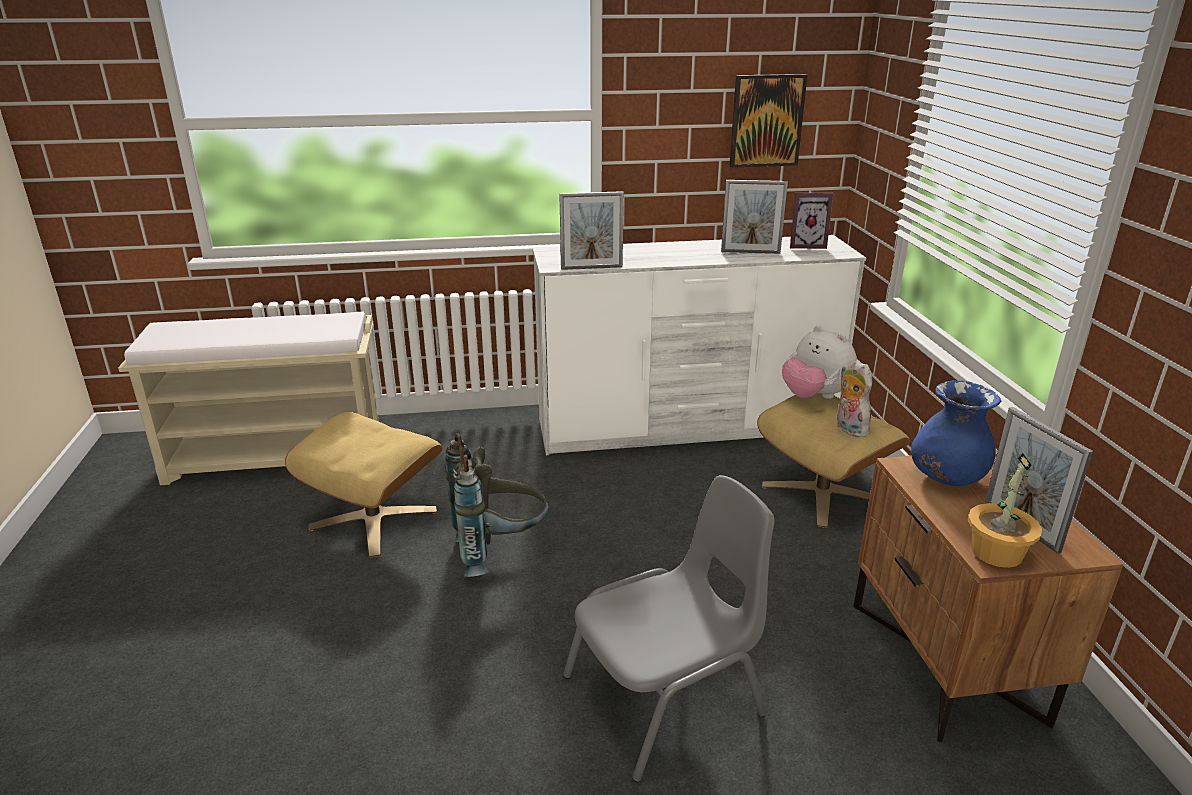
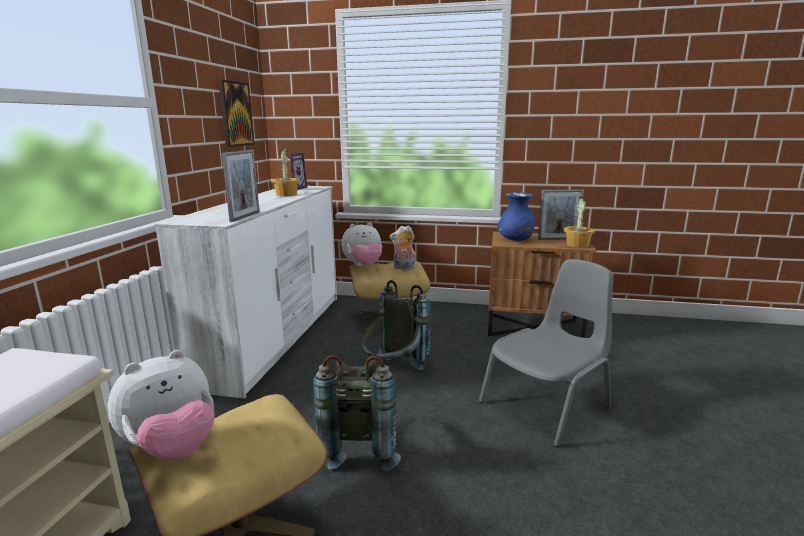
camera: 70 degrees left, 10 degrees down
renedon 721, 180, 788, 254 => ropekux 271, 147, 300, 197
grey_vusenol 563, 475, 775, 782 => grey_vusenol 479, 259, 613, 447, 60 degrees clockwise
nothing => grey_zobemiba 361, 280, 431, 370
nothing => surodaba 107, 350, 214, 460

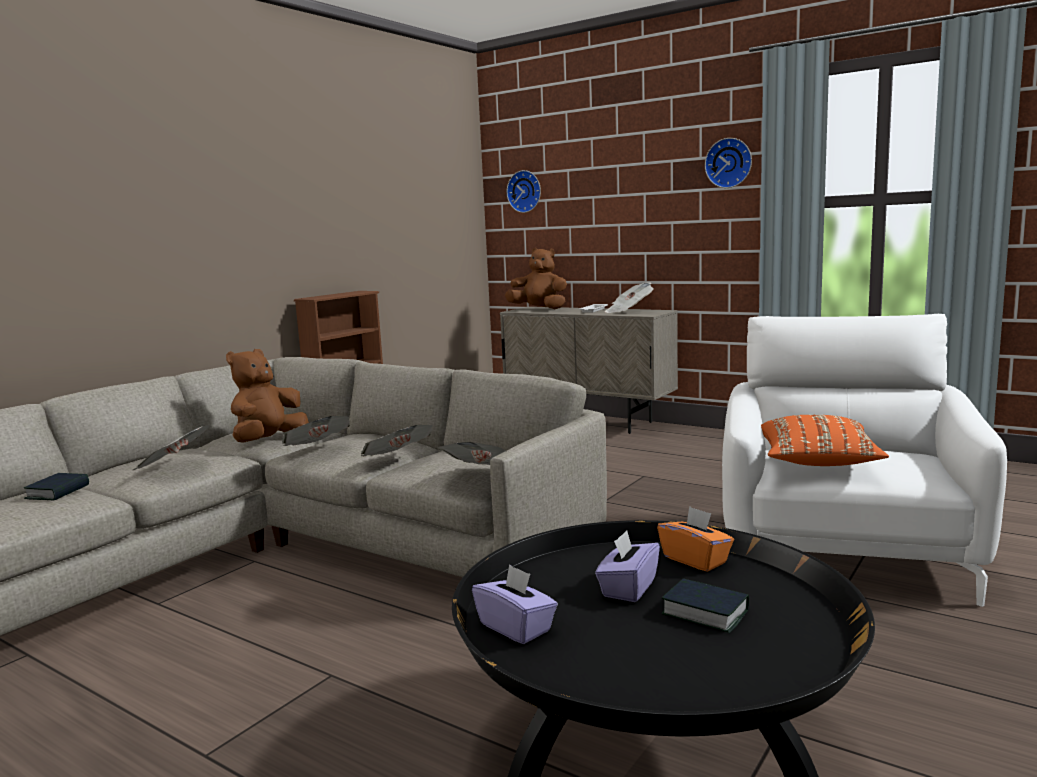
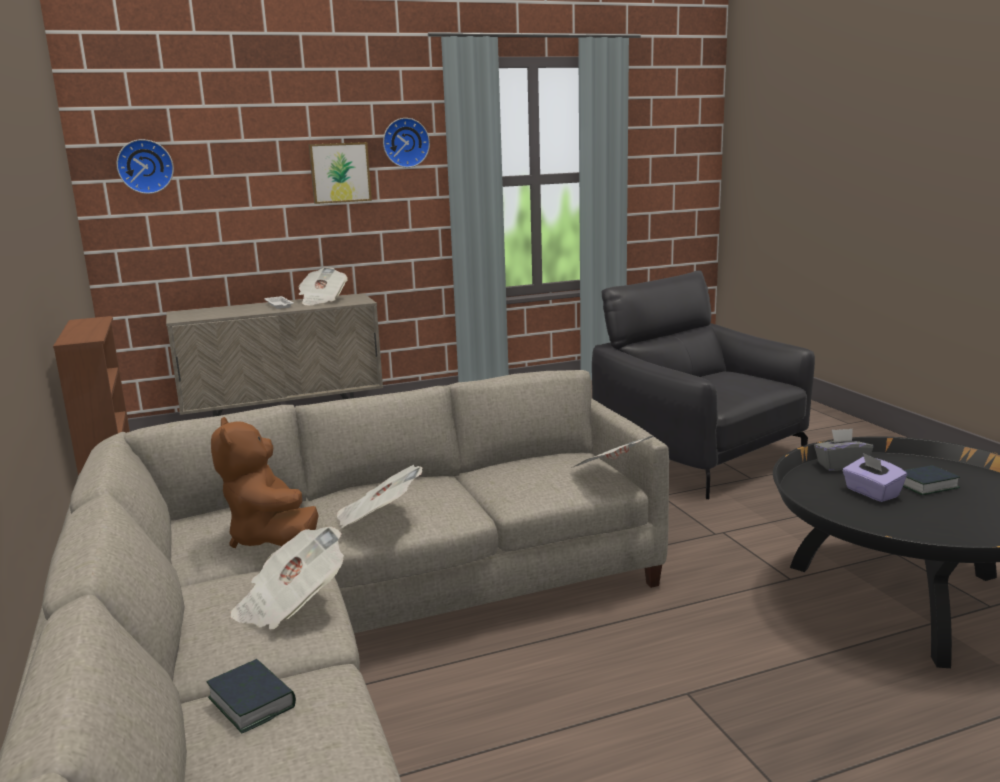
camera: 55 degrees left, 5 degrees up
brown_surodaba 505, 248, 567, 309 => nothing
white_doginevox 722, 314, 1007, 607 => black_doginevox 592, 270, 815, 499
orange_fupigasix 761, 415, 889, 466 => nothing
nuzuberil 361, 424, 433, 456 => nothing
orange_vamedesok 657, 506, 734, 572 => grey_vamedesok 814, 429, 873, 471
purple_vamedesok 472, 564, 558, 644 => nothing
nothing => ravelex 309, 142, 372, 204

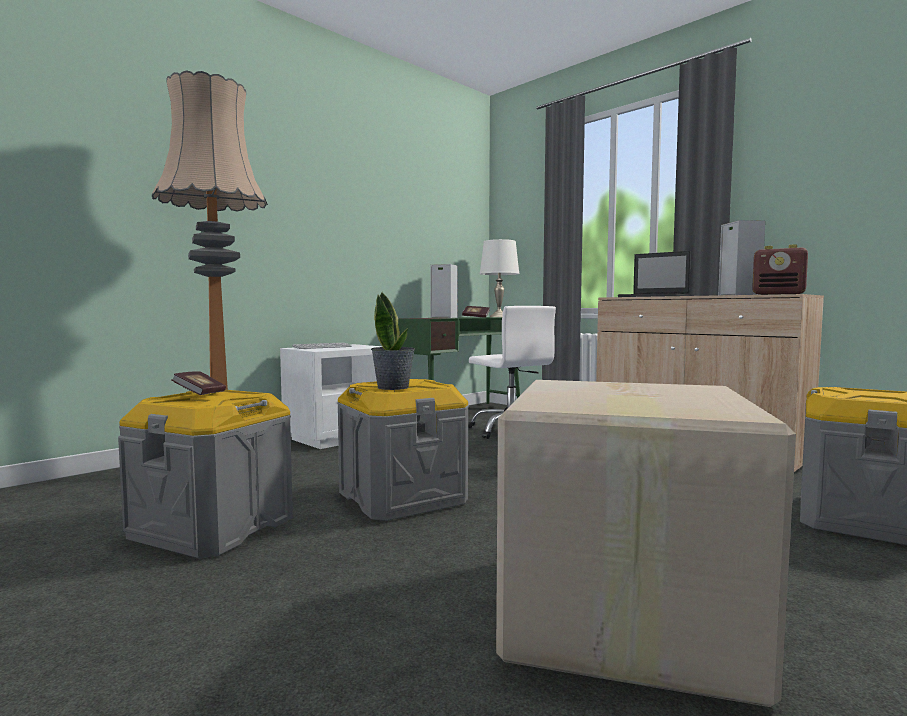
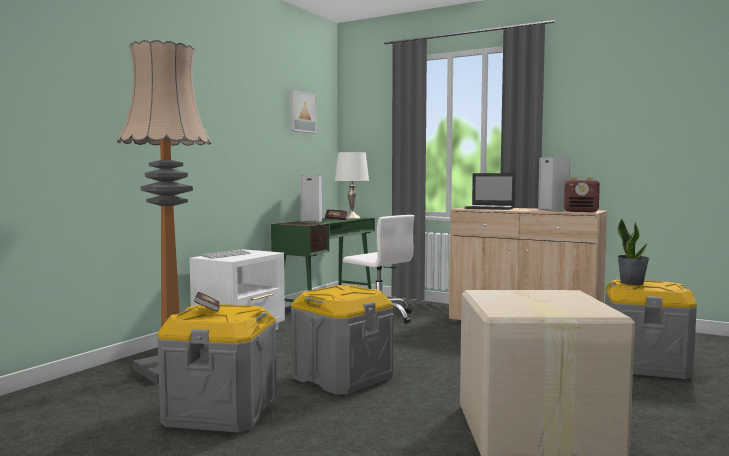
camera: 15 degrees left, 0 degrees up
ropekux 371, 292, 415, 390 => ropekux 617, 219, 649, 285, shifted
nothing => ravelex 289, 90, 317, 133

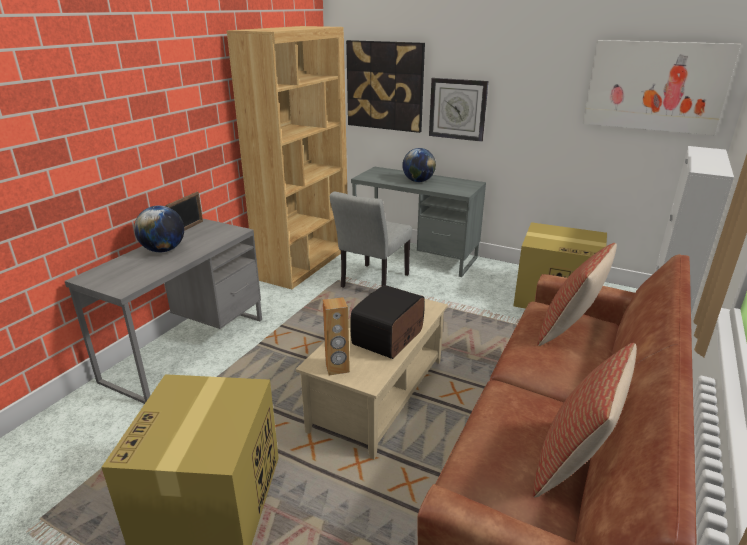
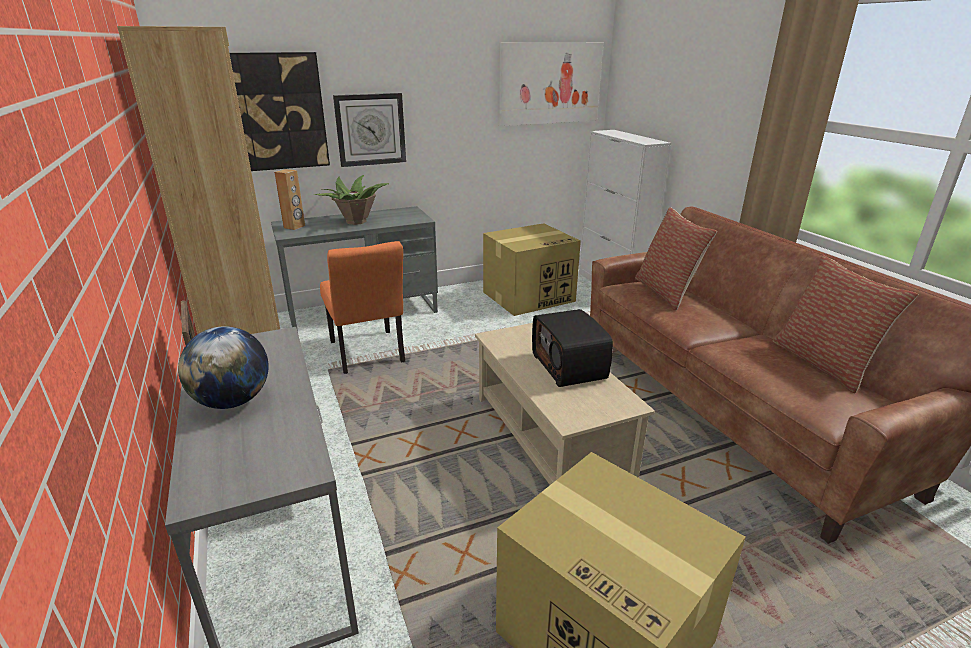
camera: 50 degrees left, 0 degrees up
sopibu 402, 148, 436, 182 => ropekux 313, 175, 389, 225
grey_vusenol 330, 192, 412, 287 => orange_vusenol 320, 241, 405, 374
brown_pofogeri 323, 297, 350, 376 => brown_pofogeri 274, 169, 305, 230, shifted

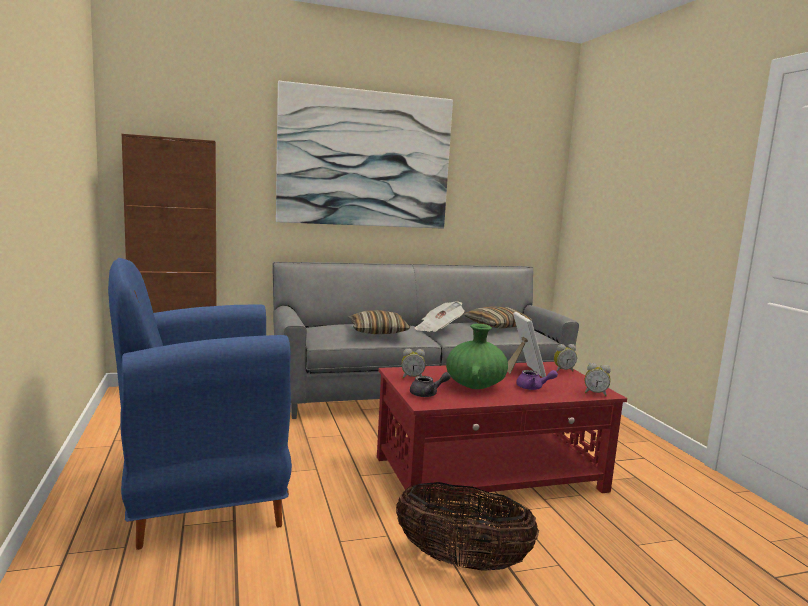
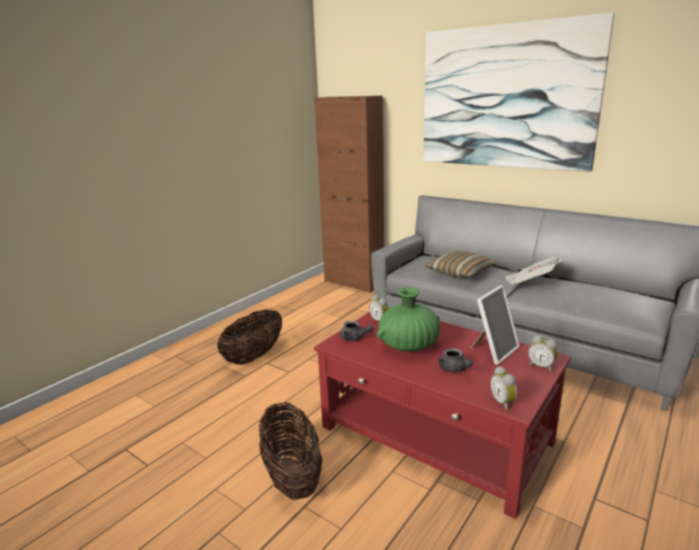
camera: 55 degrees right, 10 degrees up
blue_doginevox 108, 258, 292, 550 => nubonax 217, 309, 282, 365
fupigasix 463, 306, 533, 328 => nothing
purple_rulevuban 516, 370, 558, 390 => grey_rulevuban 438, 348, 472, 372

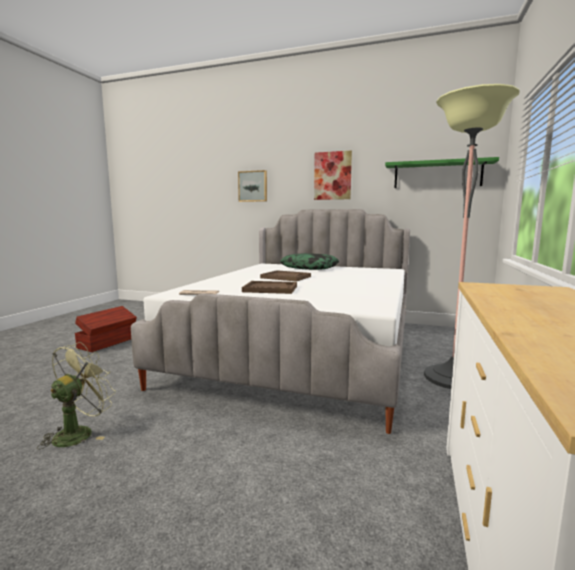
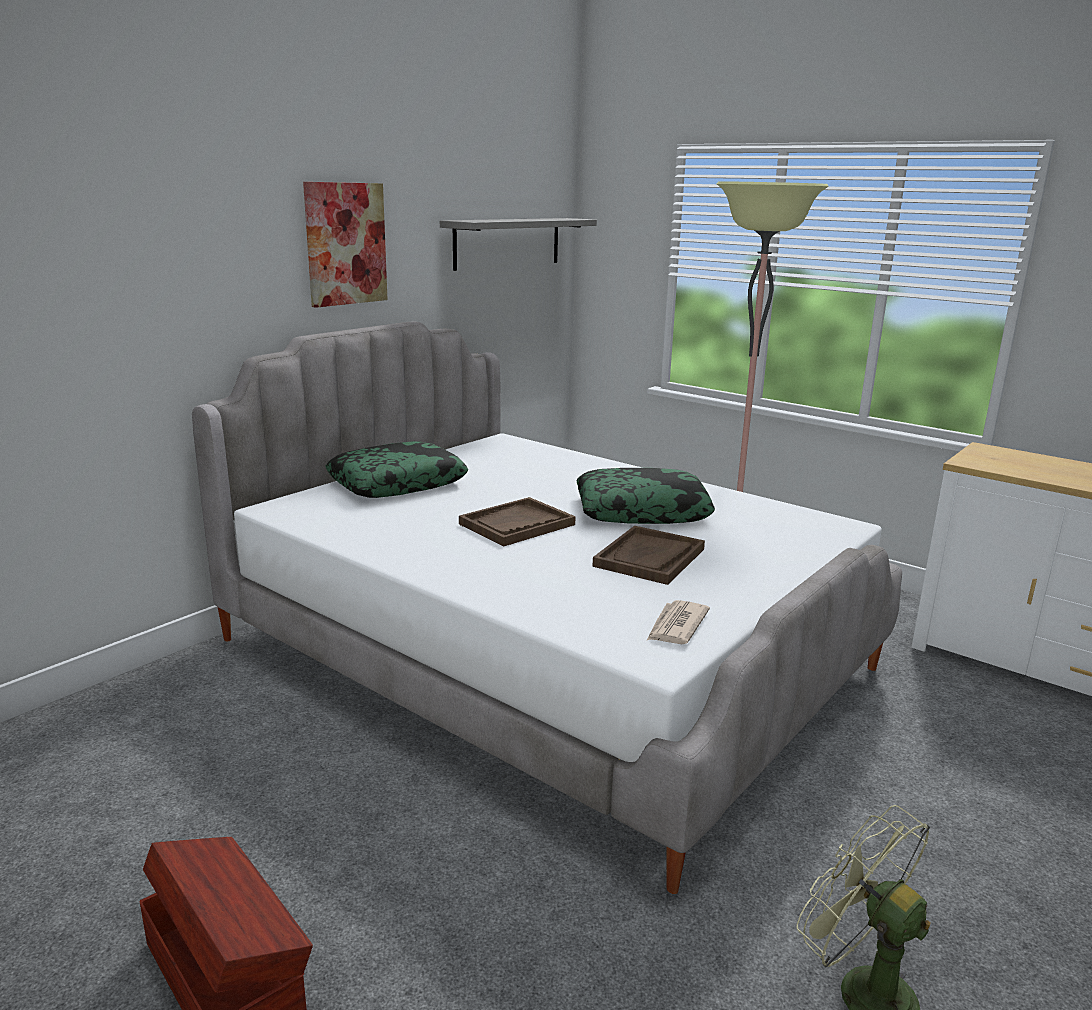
camera: 70 degrees left, 10 degrees up
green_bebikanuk 385, 157, 499, 188 => grey_bebikanuk 440, 218, 597, 271
ravelex 238, 170, 267, 202 => nothing
nothing => fupigasix 577, 468, 715, 524

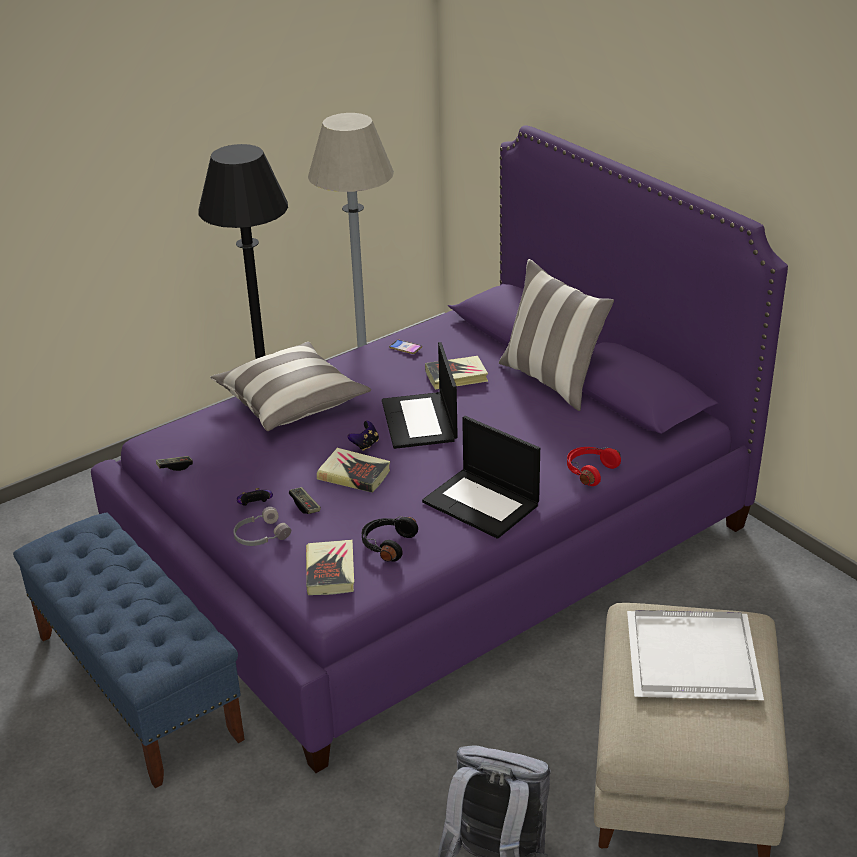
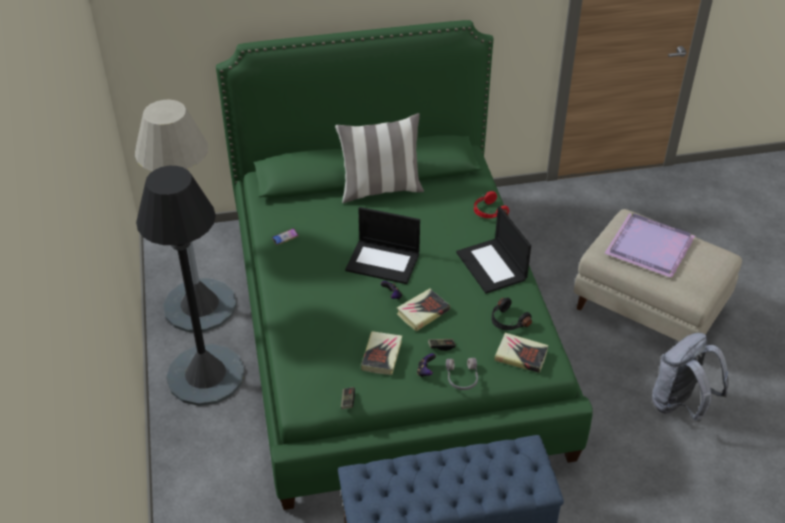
camera: 65 degrees left, 10 degrees up
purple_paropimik 91, 125, 788, 773 => green_paropimik 216, 20, 593, 510
fupigasix 210, 342, 371, 431 => nothing
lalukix 425, 356, 488, 390 => lalukix 361, 331, 402, 375, shifted
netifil 422, 416, 540, 539 => netifil 456, 206, 531, 294, 90 degrees clockwise
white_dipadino 627, 610, 764, 700 => purple_dipadino 605, 213, 695, 278

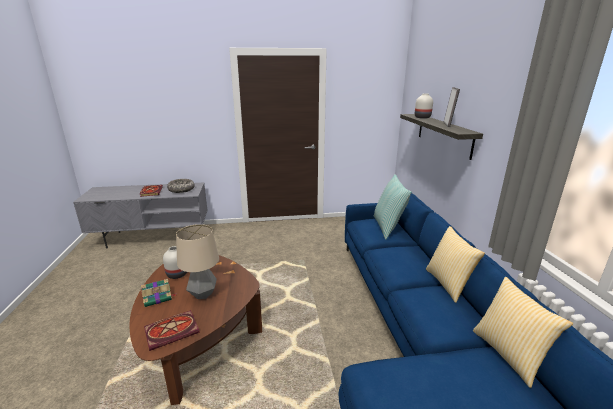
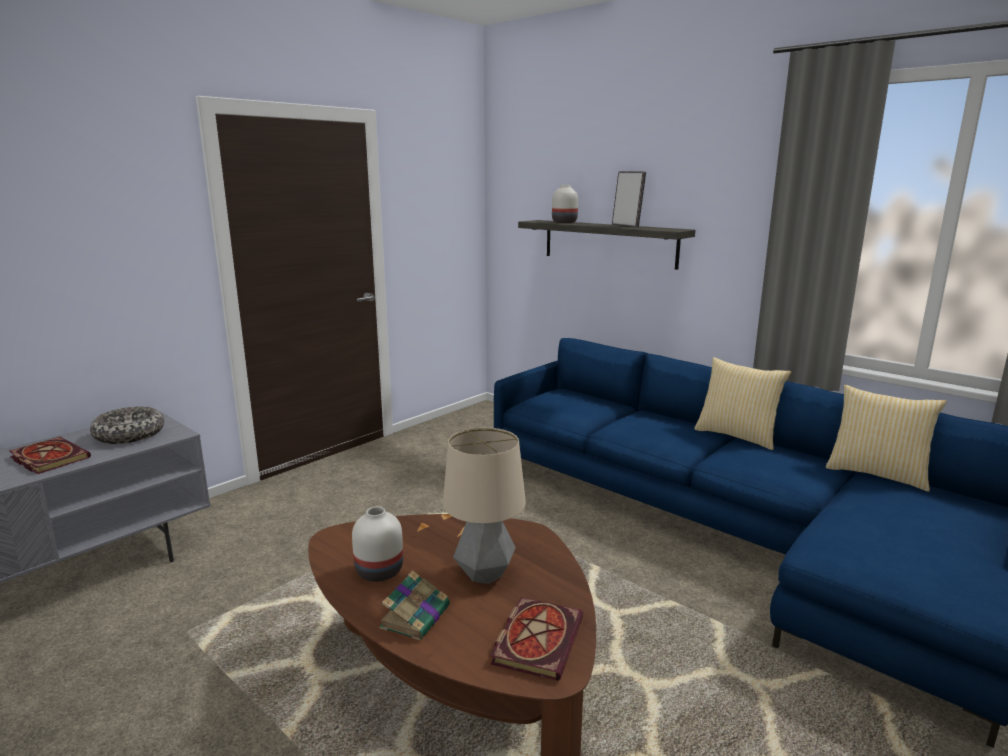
camera: 40 degrees left, 5 degrees down
fupigasix 374, 174, 412, 240 => nothing

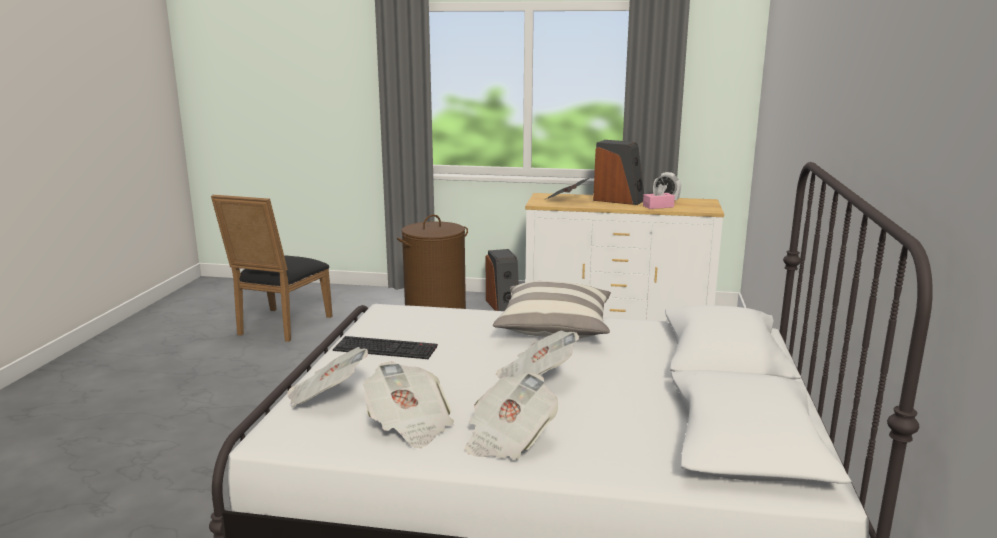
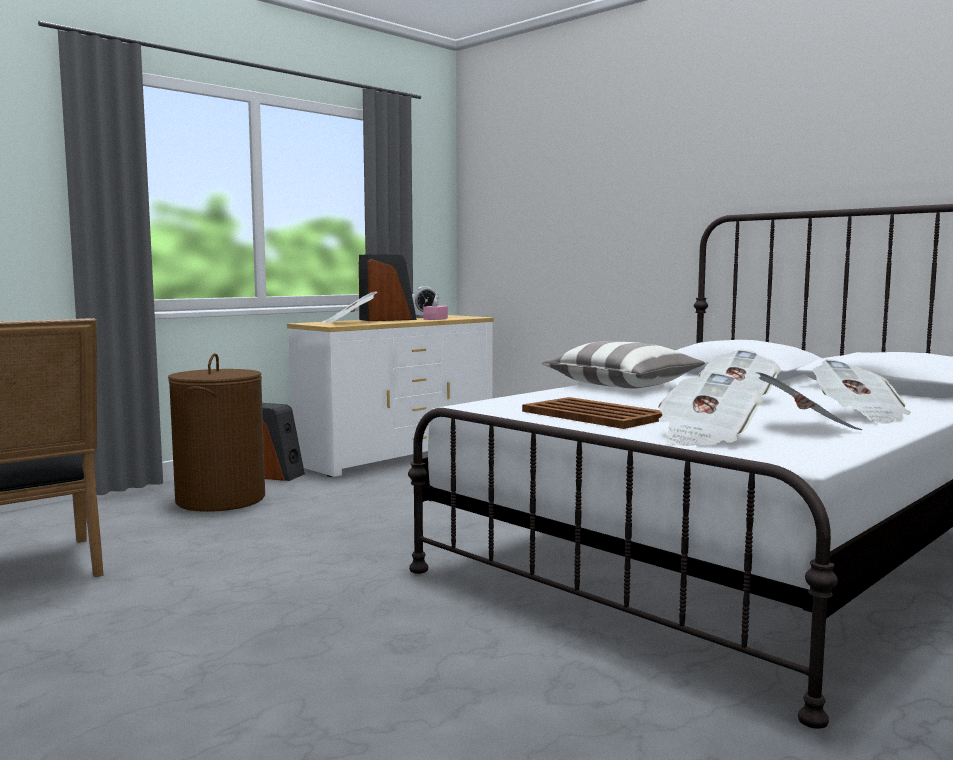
camera: 55 degrees left, 10 degrees down
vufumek 333, 336, 438, 359 => brown_dipadino 522, 397, 662, 429

